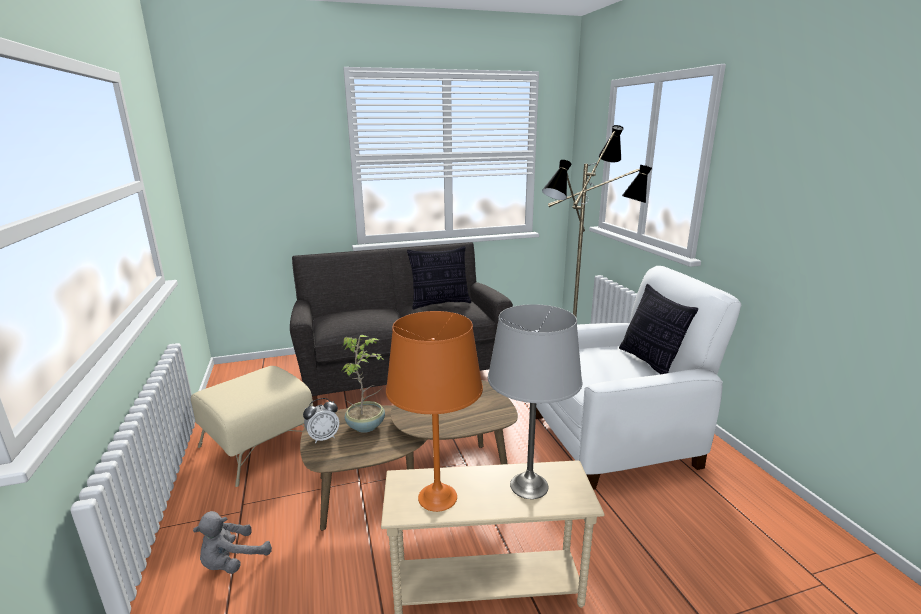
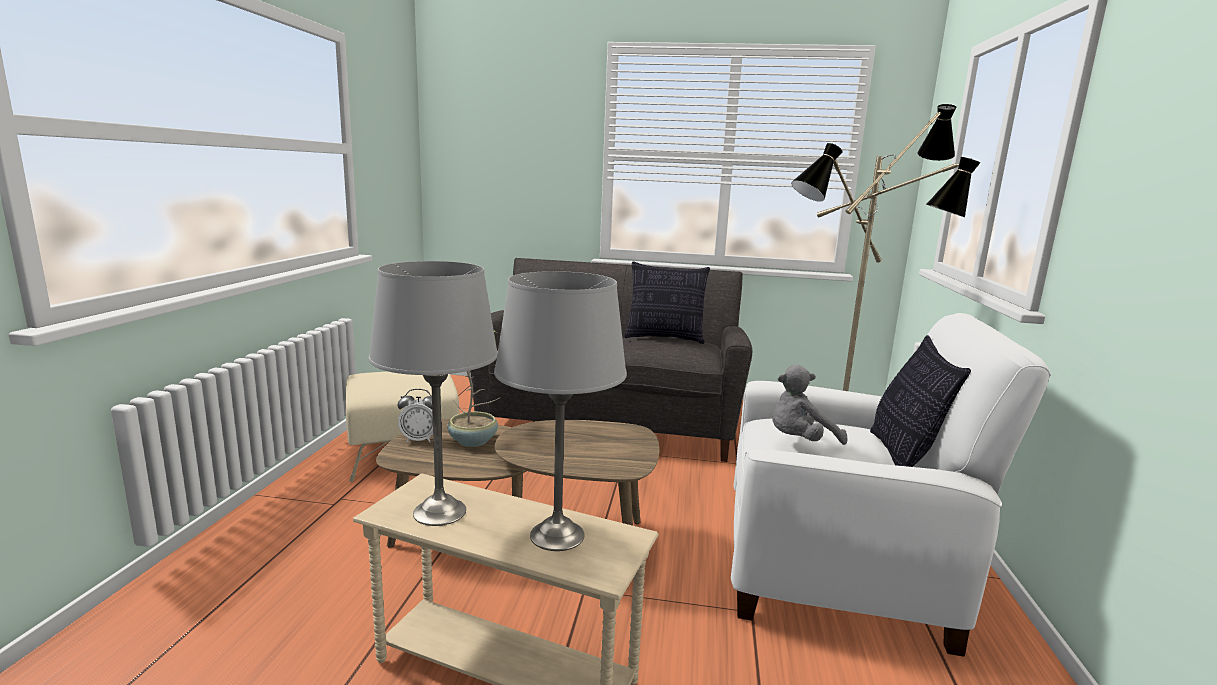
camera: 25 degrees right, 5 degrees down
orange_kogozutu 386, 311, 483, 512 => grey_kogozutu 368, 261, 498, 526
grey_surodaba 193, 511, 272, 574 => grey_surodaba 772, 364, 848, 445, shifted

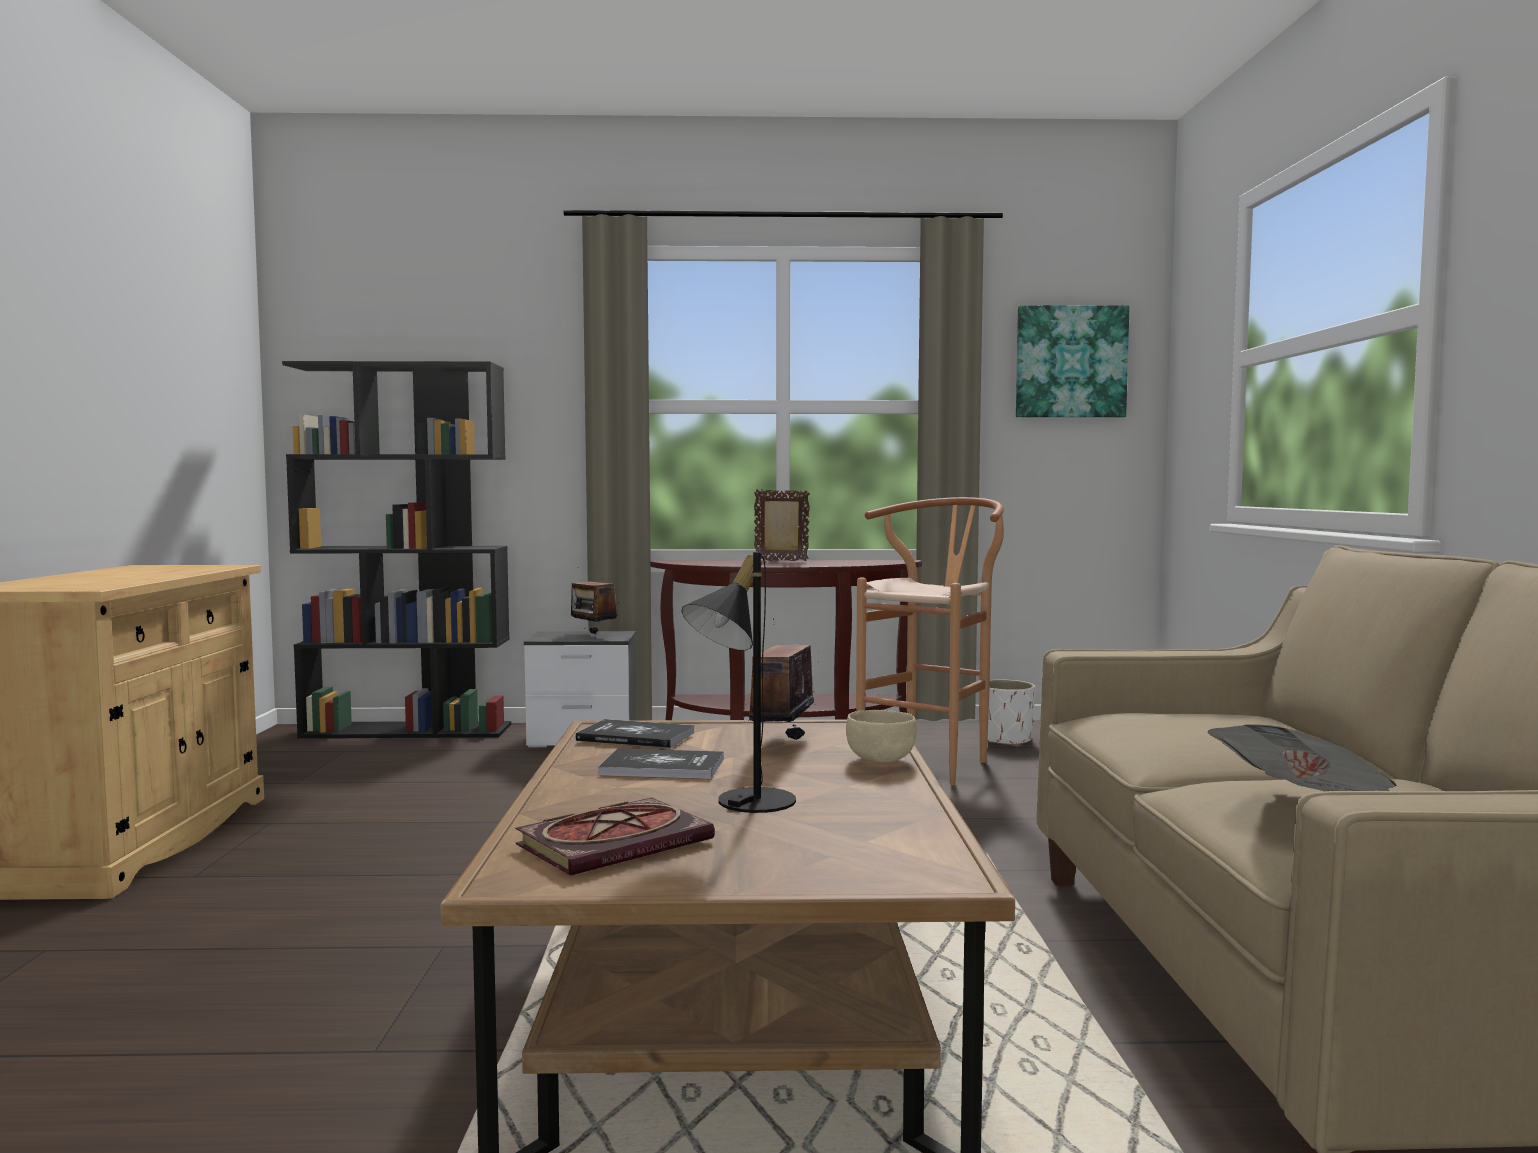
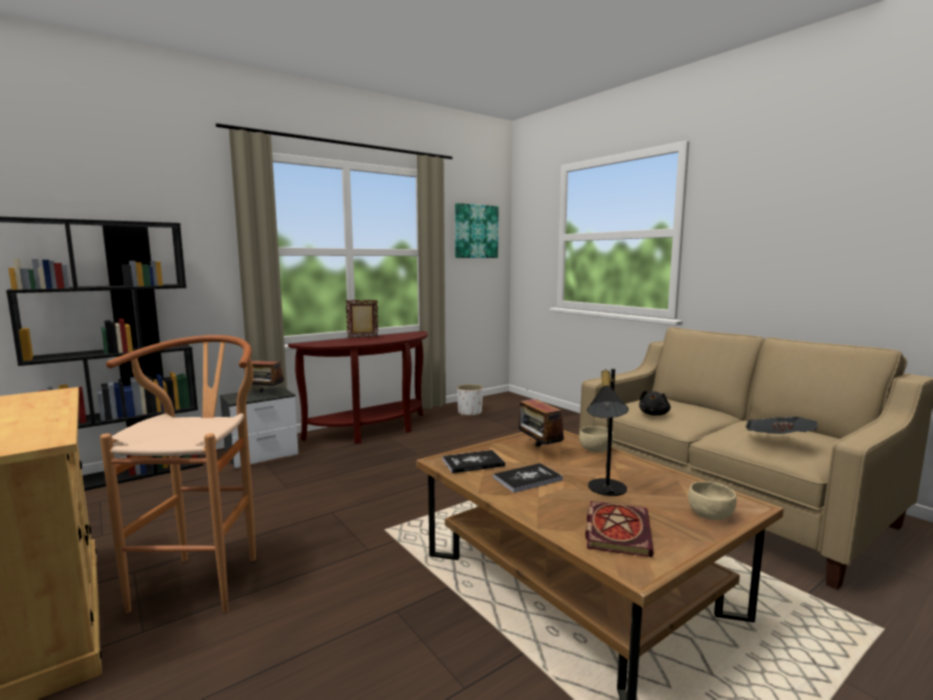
camera: 35 degrees left, 5 degrees up
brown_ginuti 856, 497, 1004, 785 => brown_ginuti 100, 335, 256, 613, shifted
nothing => black_surodaba 639, 390, 671, 416
nothing => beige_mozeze 688, 481, 737, 520

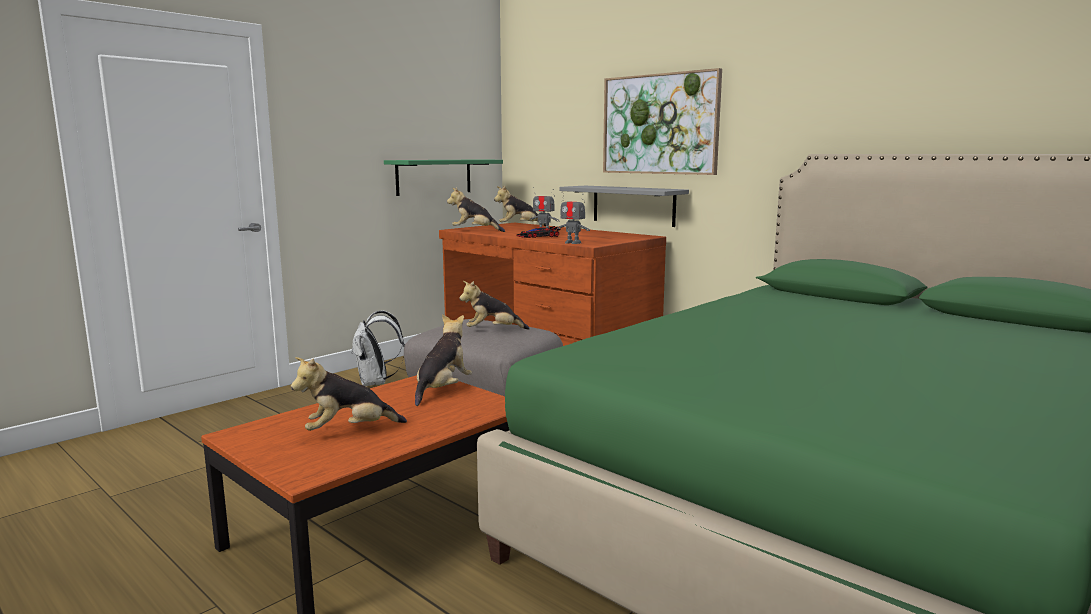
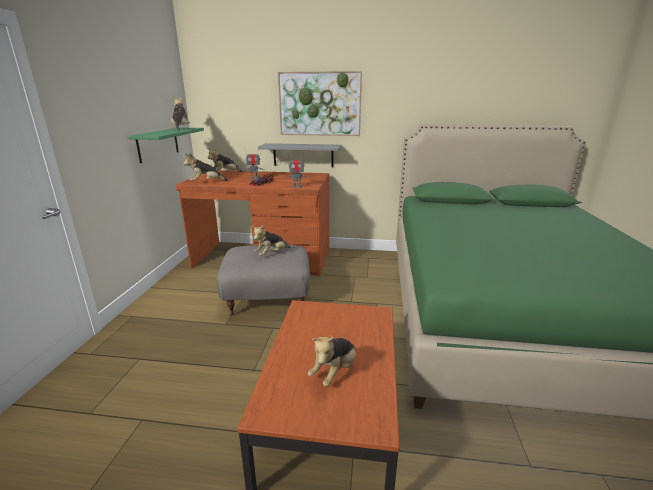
camera: 35 degrees left, 10 degrees up
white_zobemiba 351, 310, 405, 386 => nothing
surodaba 415, 314, 472, 406 => surodaba 171, 97, 190, 131, shifted

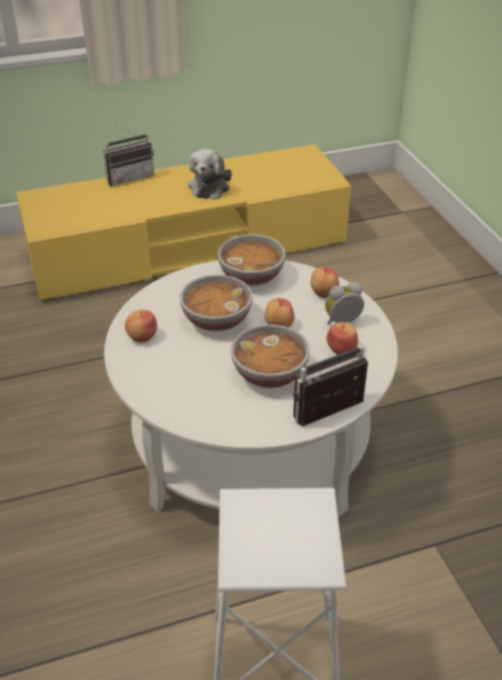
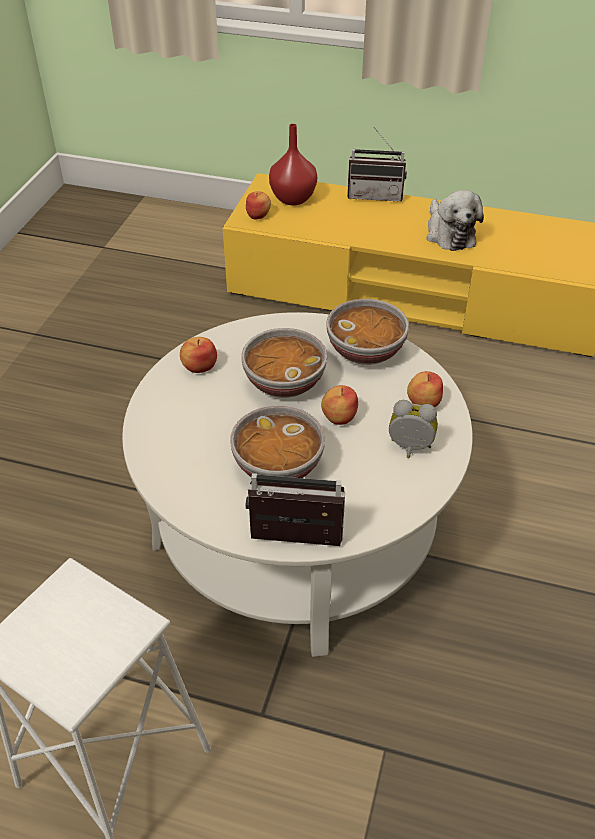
camera: 35 degrees right, 5 degrees up
surodaba 188, 149, 232, 199 => surodaba 426, 190, 484, 251, 60 degrees counterclockwise
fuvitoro 326, 322, 358, 355 => fuvitoro 246, 191, 271, 219, shifted
nothing => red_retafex 269, 124, 317, 205

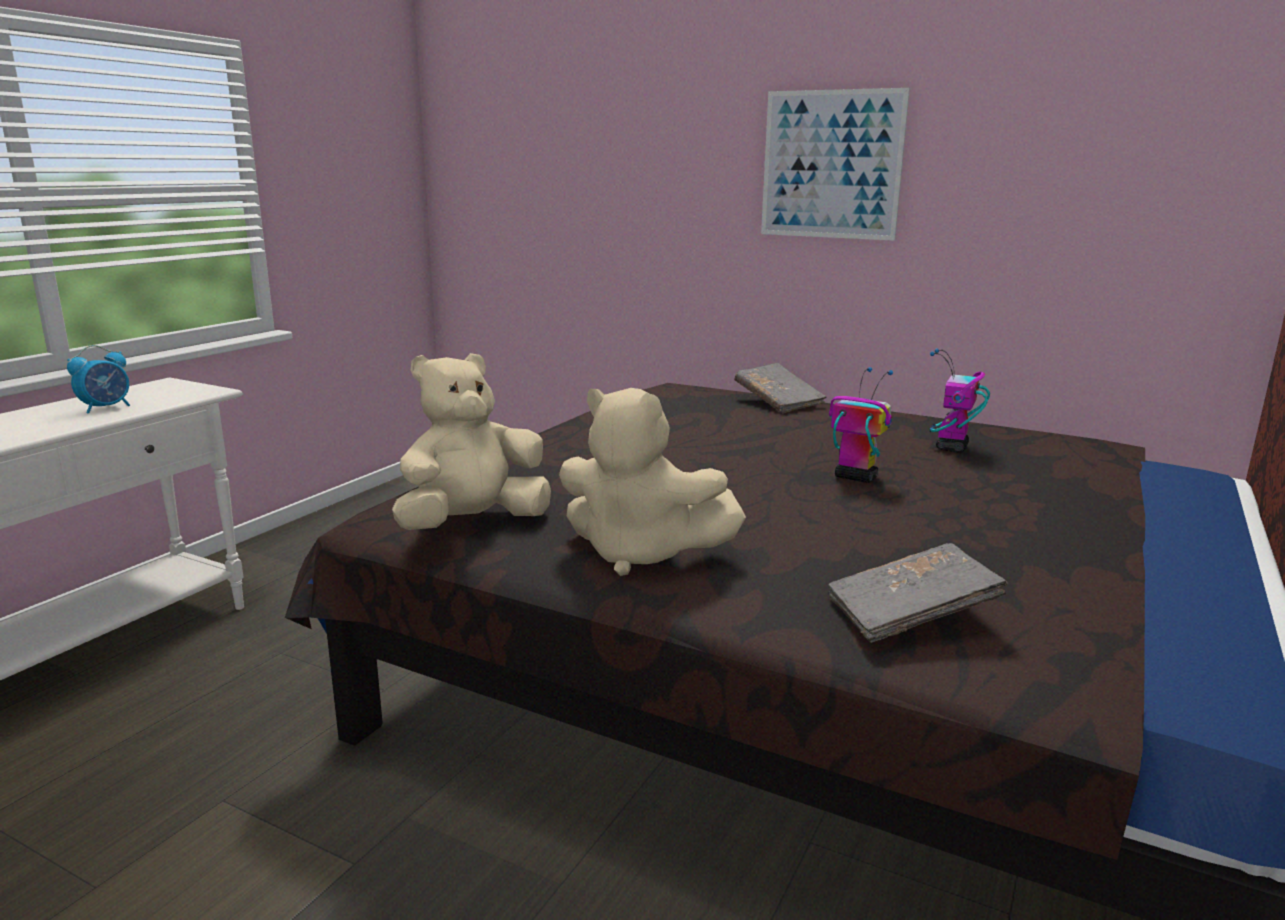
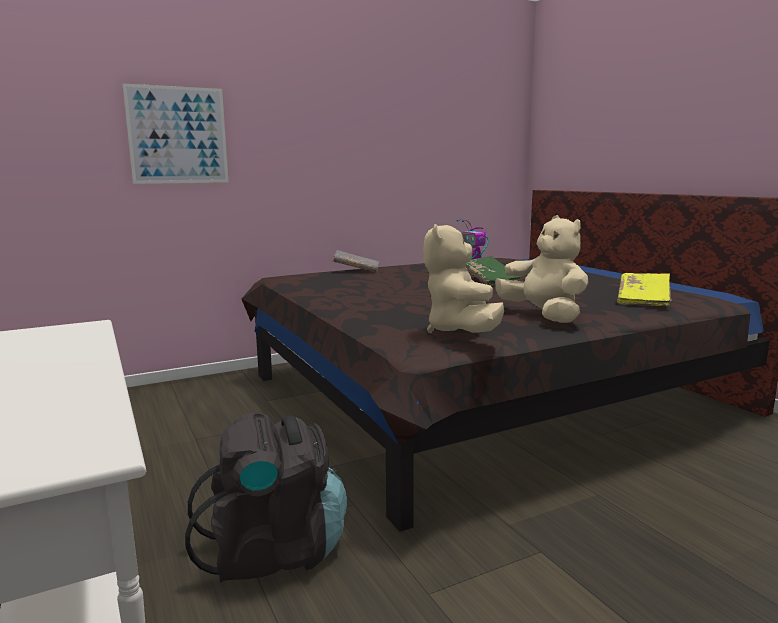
camera: 55 degrees left, 5 degrees down
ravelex 761, 88, 910, 241 => ravelex 123, 83, 229, 184, shifted
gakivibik 67, 345, 130, 414 => nothing
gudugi 829, 367, 893, 483 => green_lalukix 466, 256, 521, 286
beige_surodaba 559, 388, 746, 576 => beige_surodaba 495, 215, 588, 323, 90 degrees counterclockwise
grey_lalukix 828, 543, 1008, 643 => yellow_lalukix 617, 273, 672, 306
nothing => black_zobemiba 185, 413, 347, 583

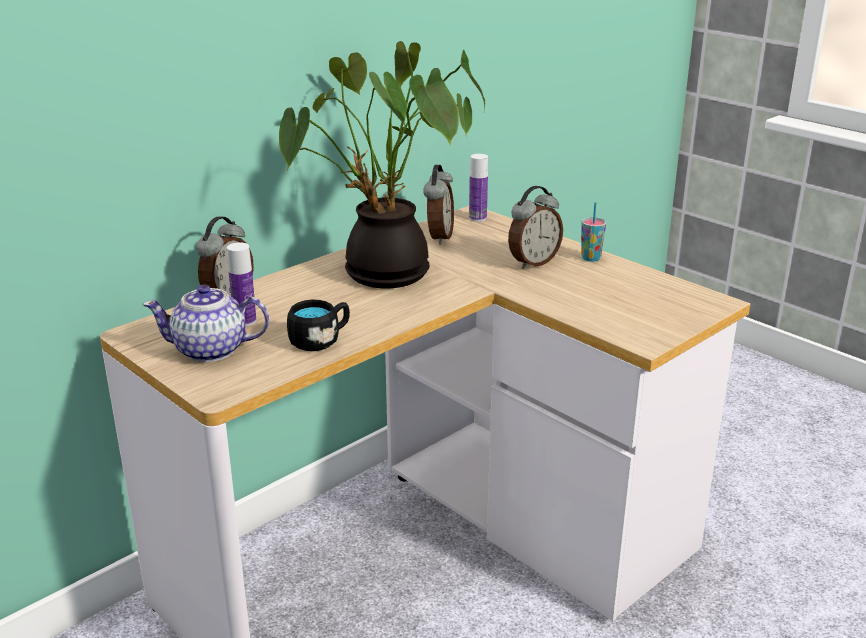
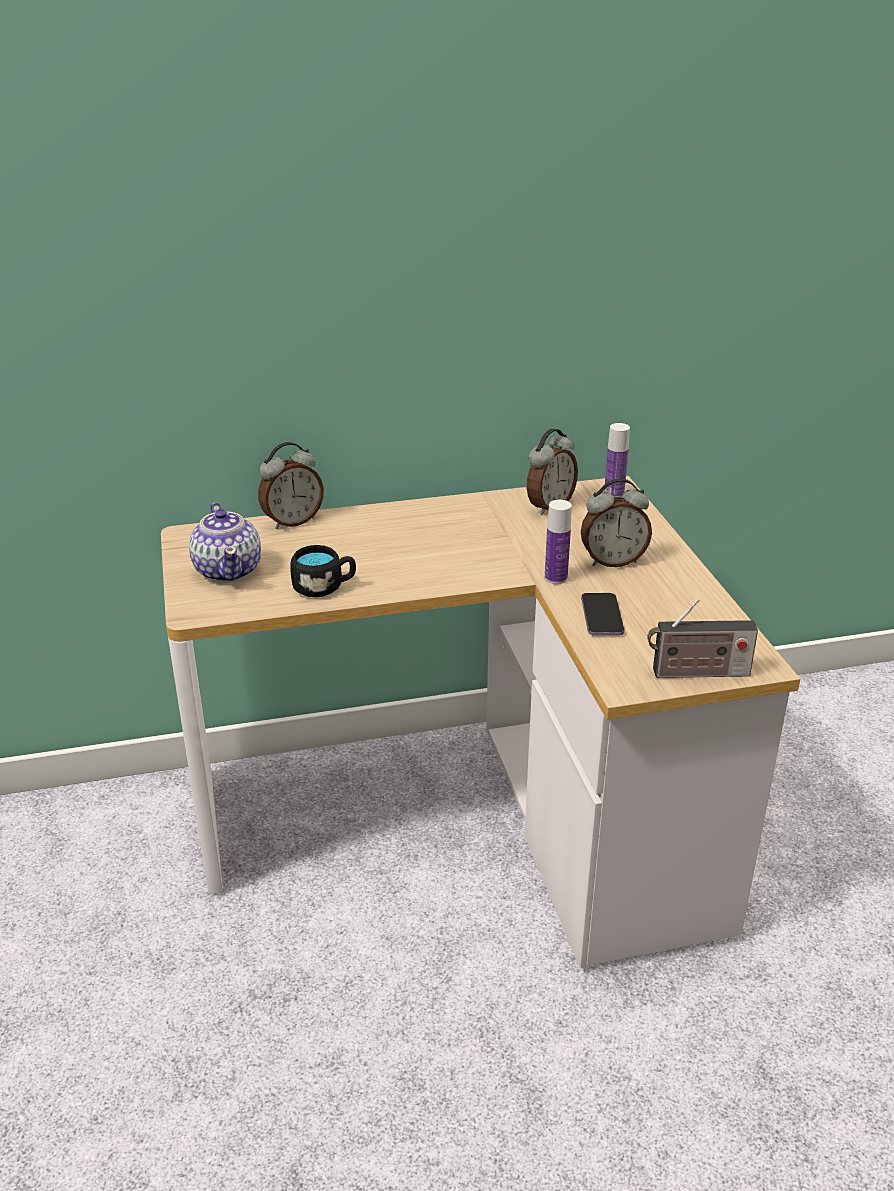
camera: 30 degrees right, 5 degrees up
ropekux 279, 41, 485, 288 => nothing
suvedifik 581, 202, 606, 262 => nothing
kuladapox 227, 242, 256, 326 => kuladapox 545, 500, 572, 584, shifted
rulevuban 143, 285, 269, 362 => rulevuban 189, 503, 261, 583, 135 degrees counterclockwise
nothing => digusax 581, 593, 624, 636
nothing => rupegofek 647, 599, 758, 678

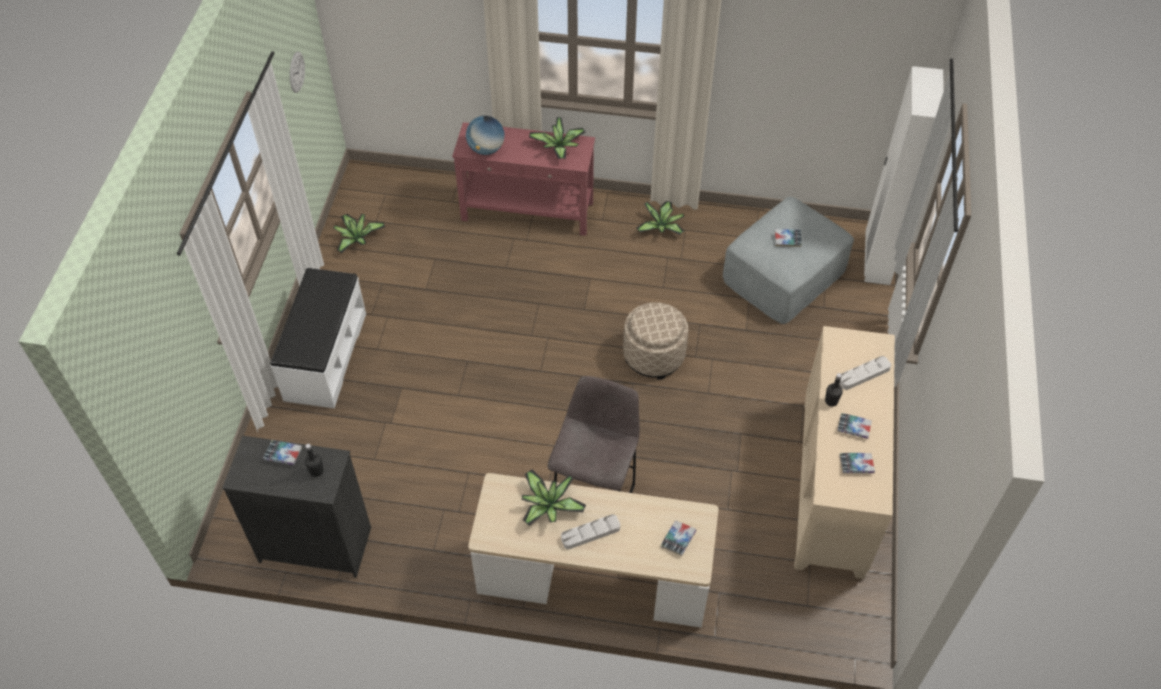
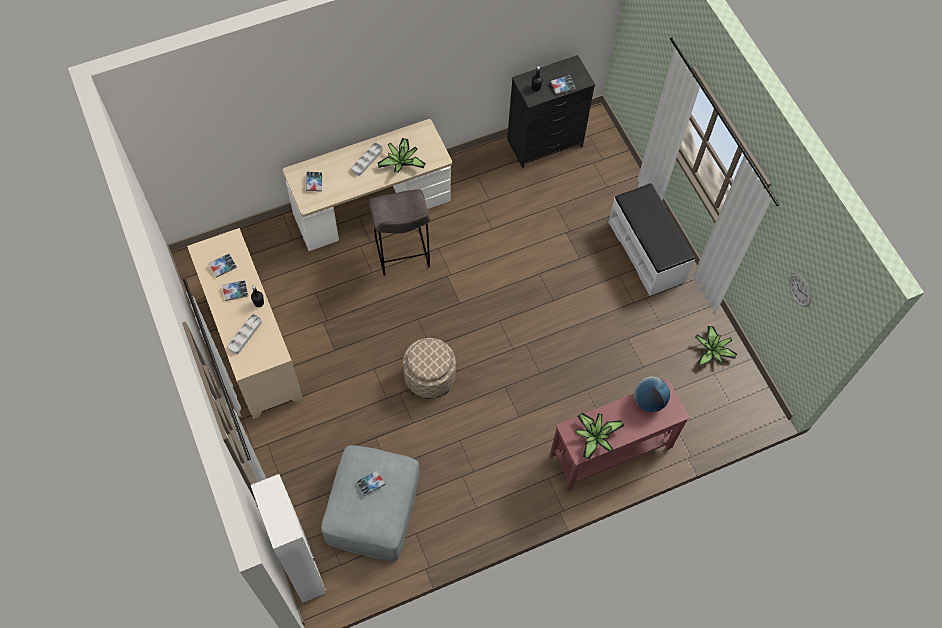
camera: 145 degrees right, 10 degrees up
ropekux 636, 201, 684, 235 => nothing

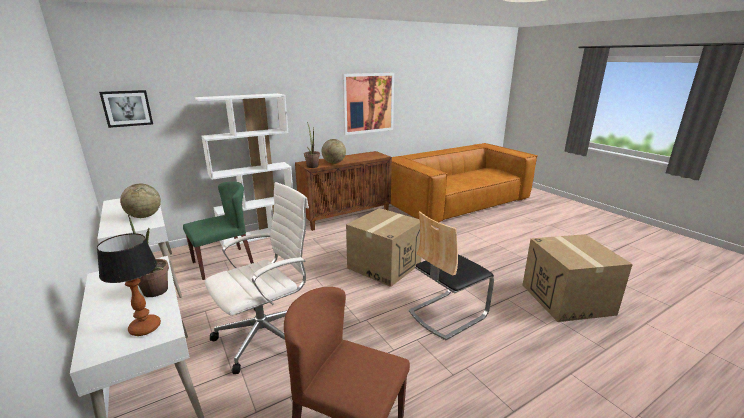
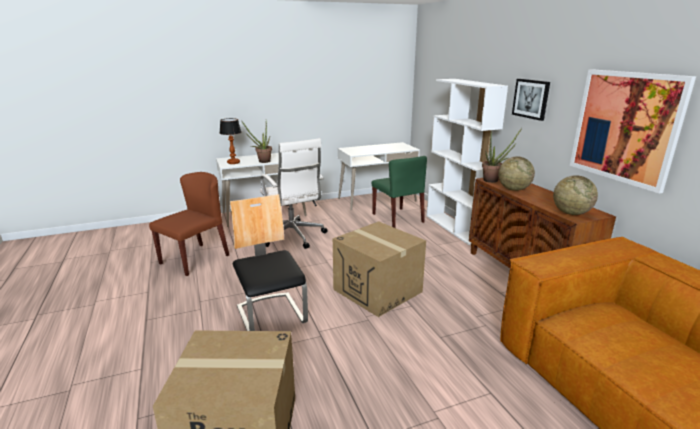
camera: 100 degrees right, 0 degrees up
ravelex 99, 90, 153, 128 => ravelex 512, 79, 550, 121, shifted
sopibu 120, 184, 161, 218 => sopibu 553, 175, 598, 215, shifted

